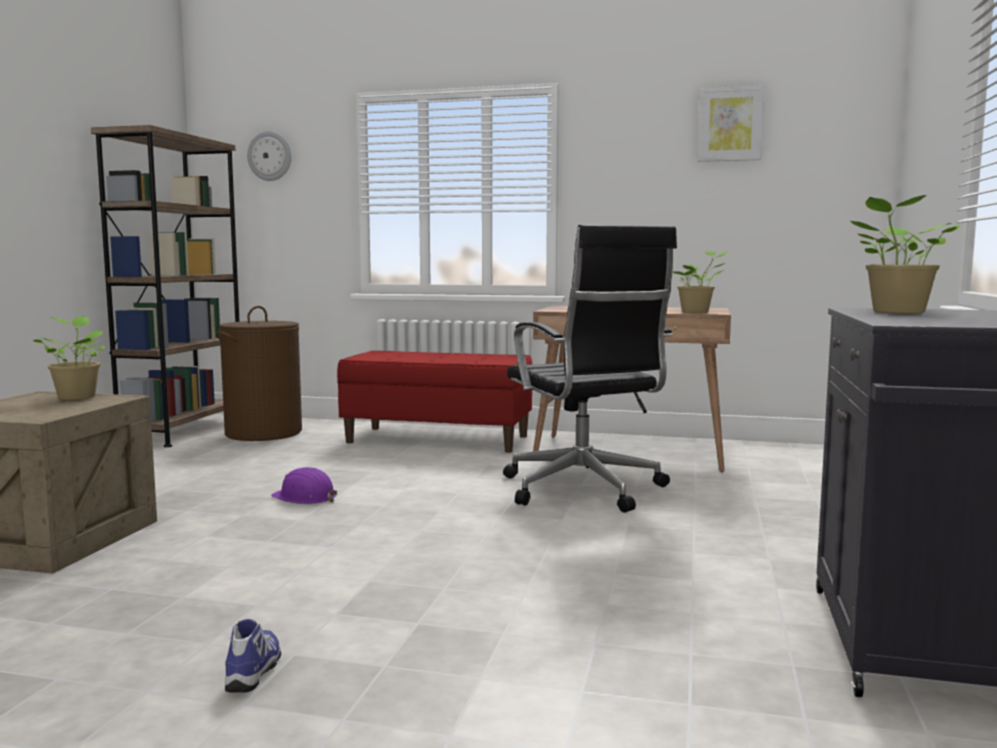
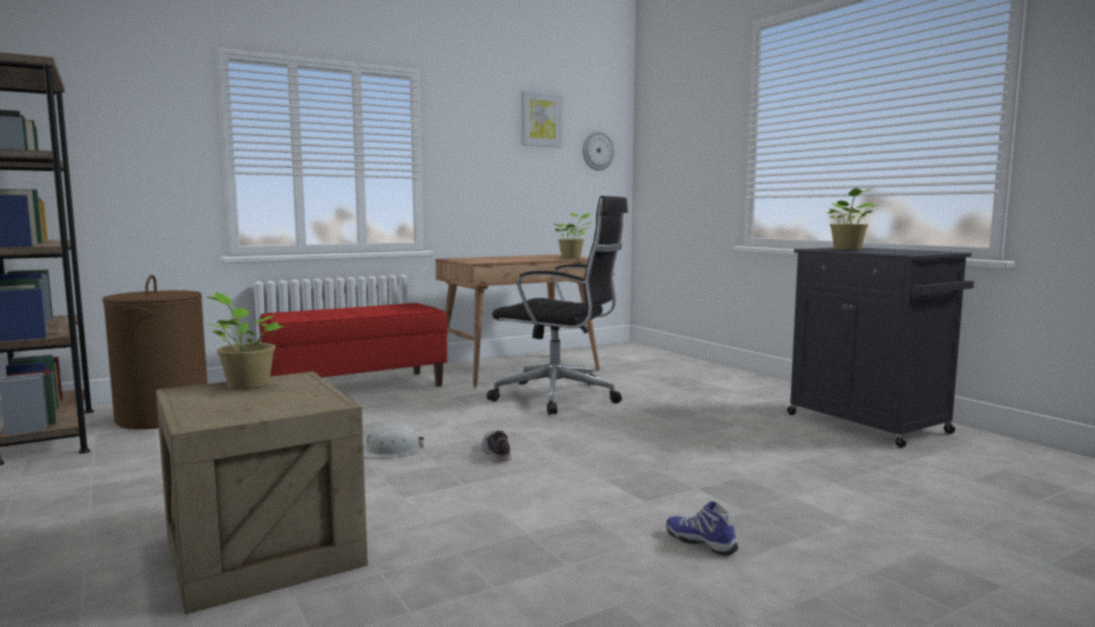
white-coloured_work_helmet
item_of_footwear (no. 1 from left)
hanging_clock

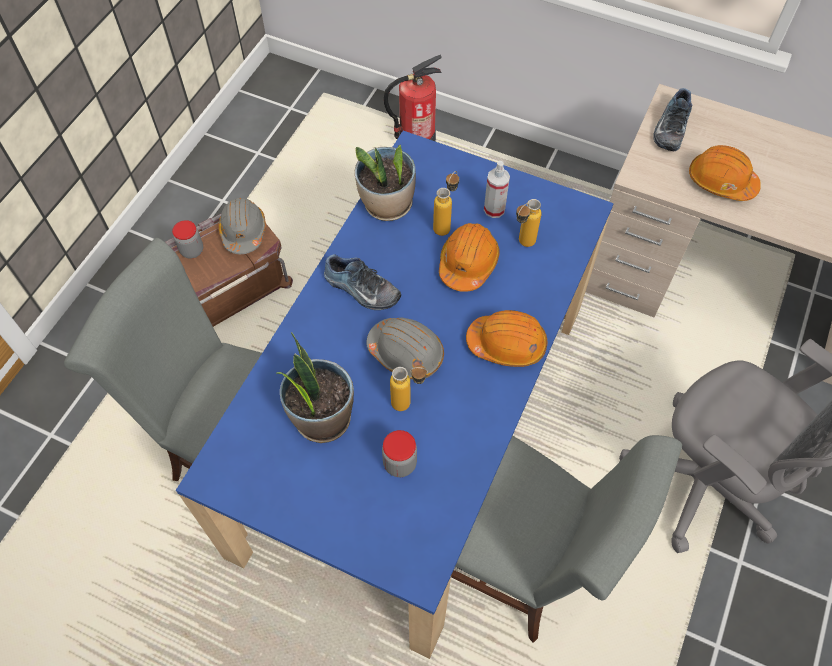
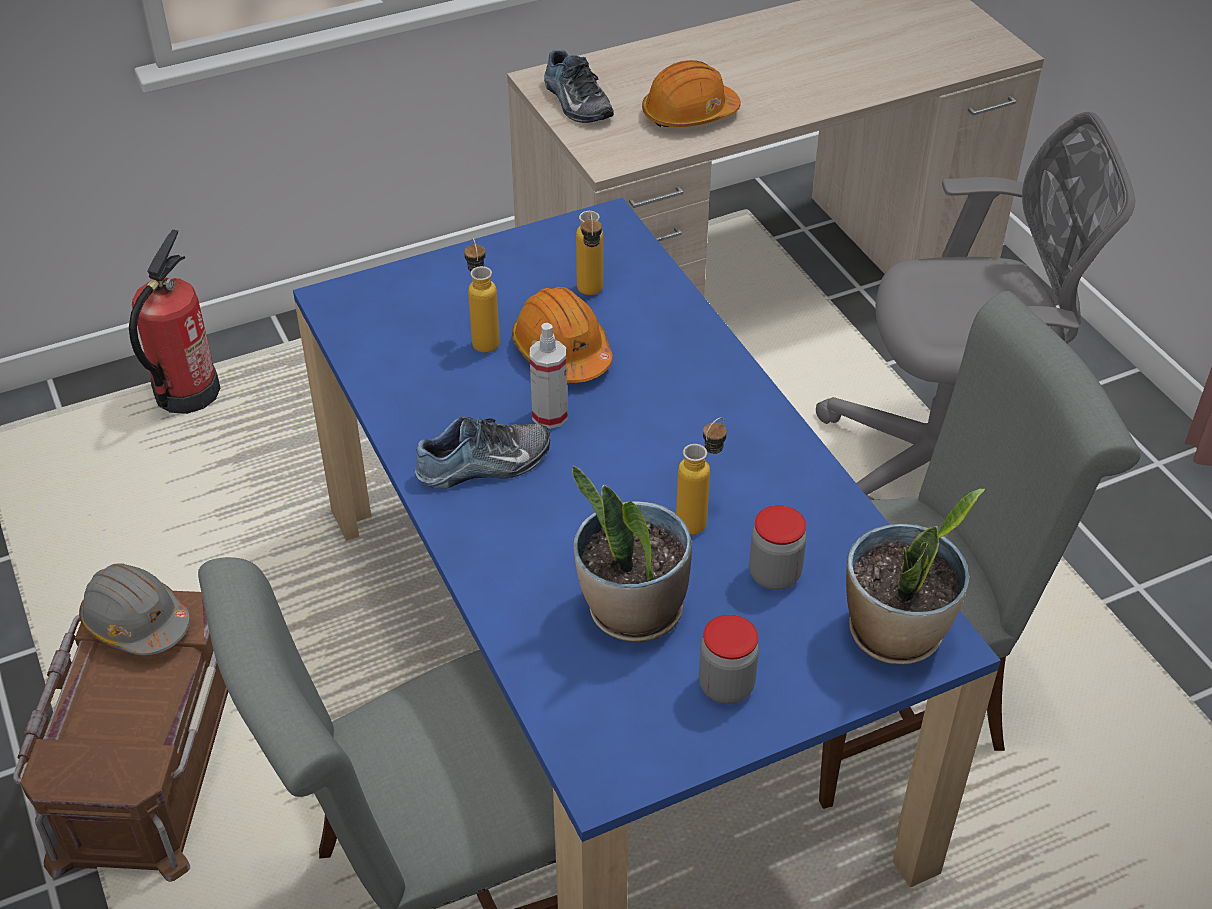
sprayer
preserve_jar (no. 1 from left)
plant_in_a_pot (no. 2 from left)
grey_work_helmet (no. 2 from left in the first image)
orangey_work_helmet (no. 2 from left in the first image)

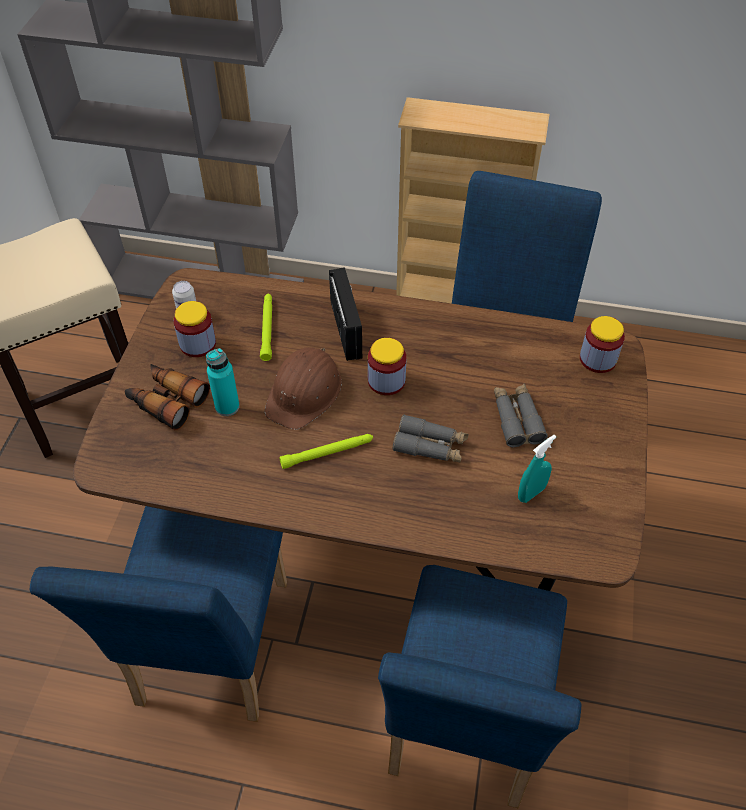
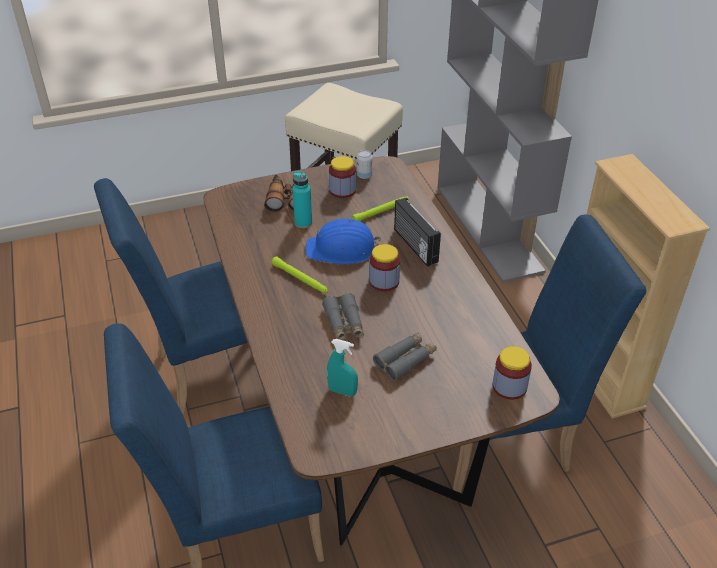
blue-coloured_work_helmet
radio_receiver

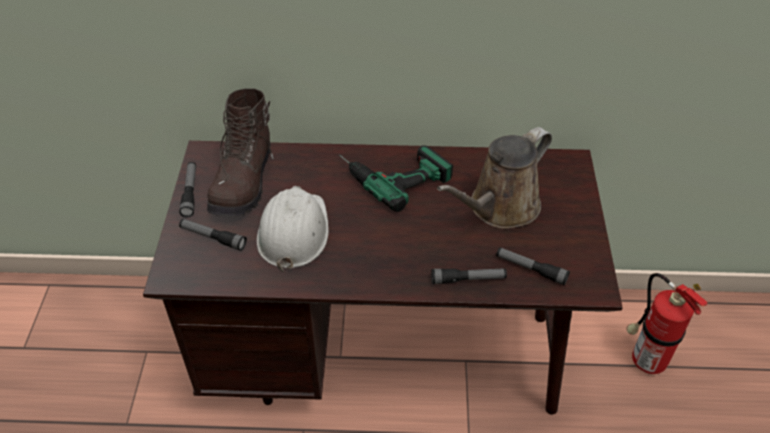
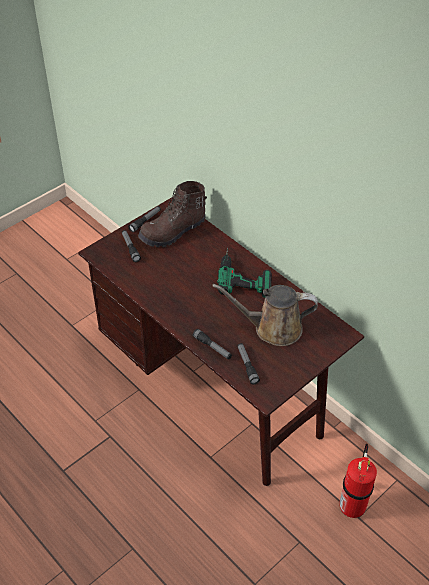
white-coloured_work_helmet

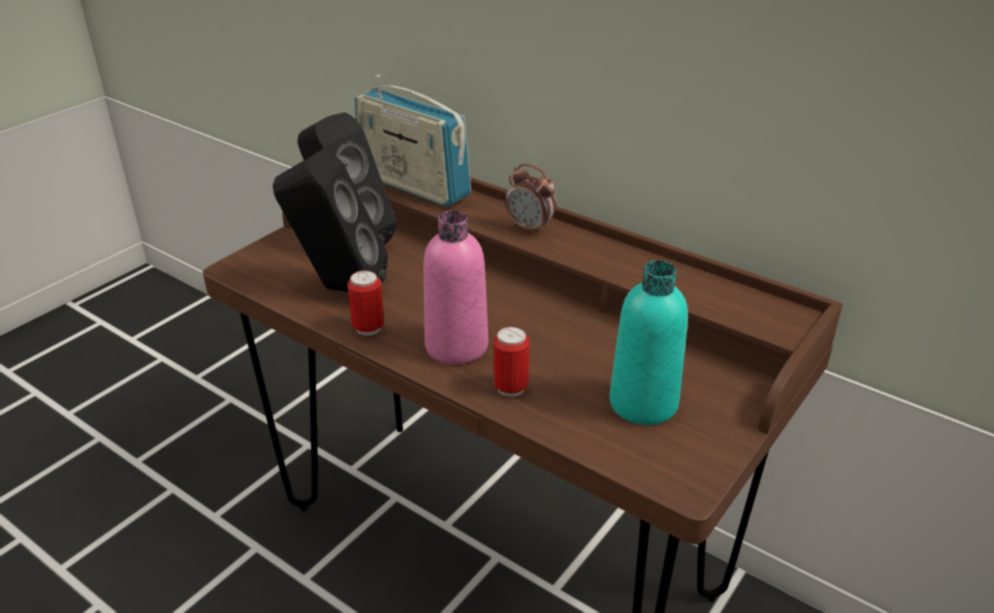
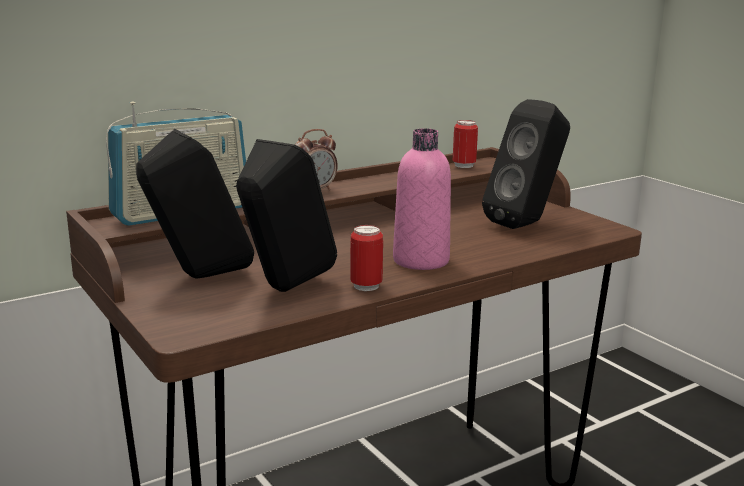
can (no. 2 from left)
black-coloured_speaker (no. 3 from left)

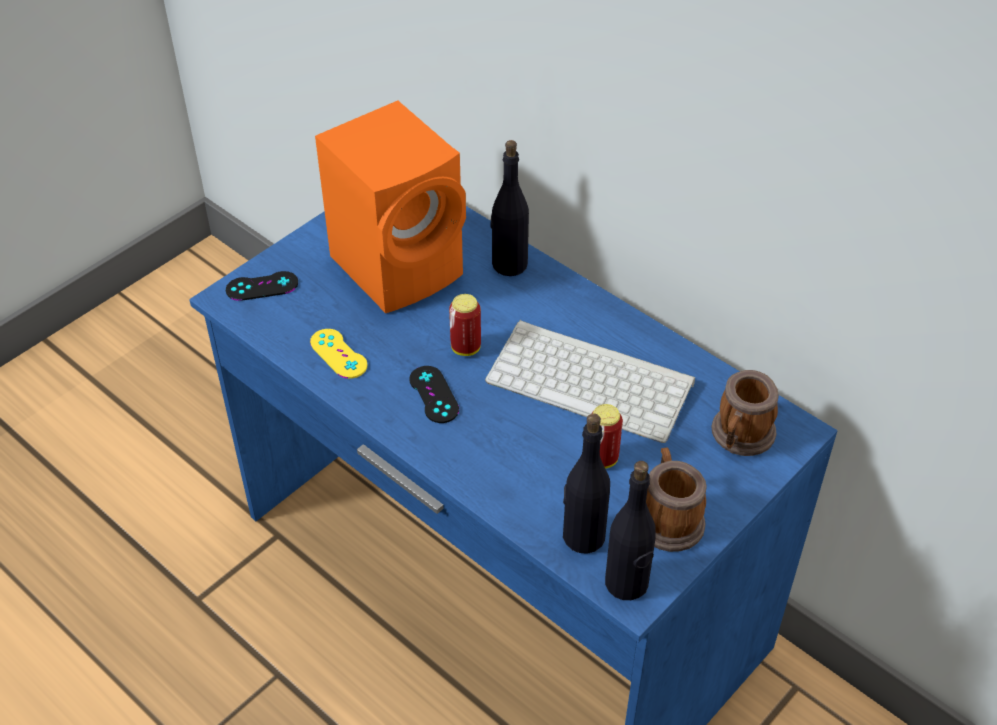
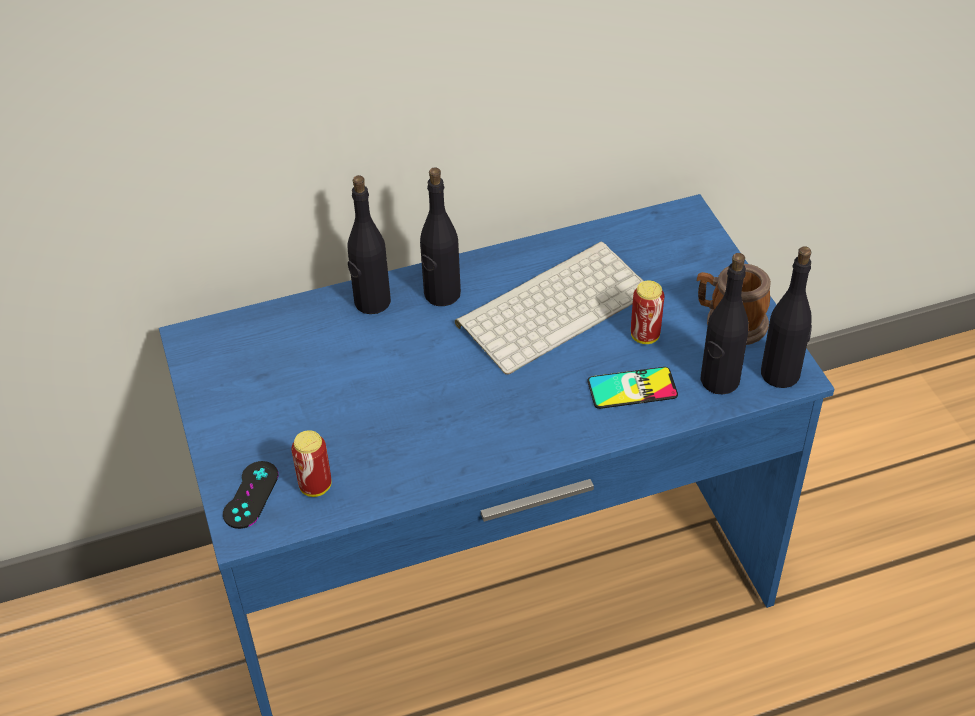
can (no. 1 from left)
black-coloured_bottle (no. 2 from left)
telephone
yellow-coloured_joypad
orangey_speaker
black-coloured_joypad (no. 2 from left in the first image)
mug (no. 2 from left in the first image)

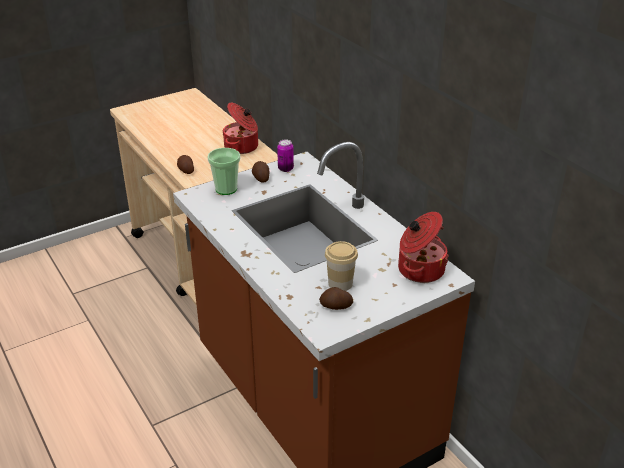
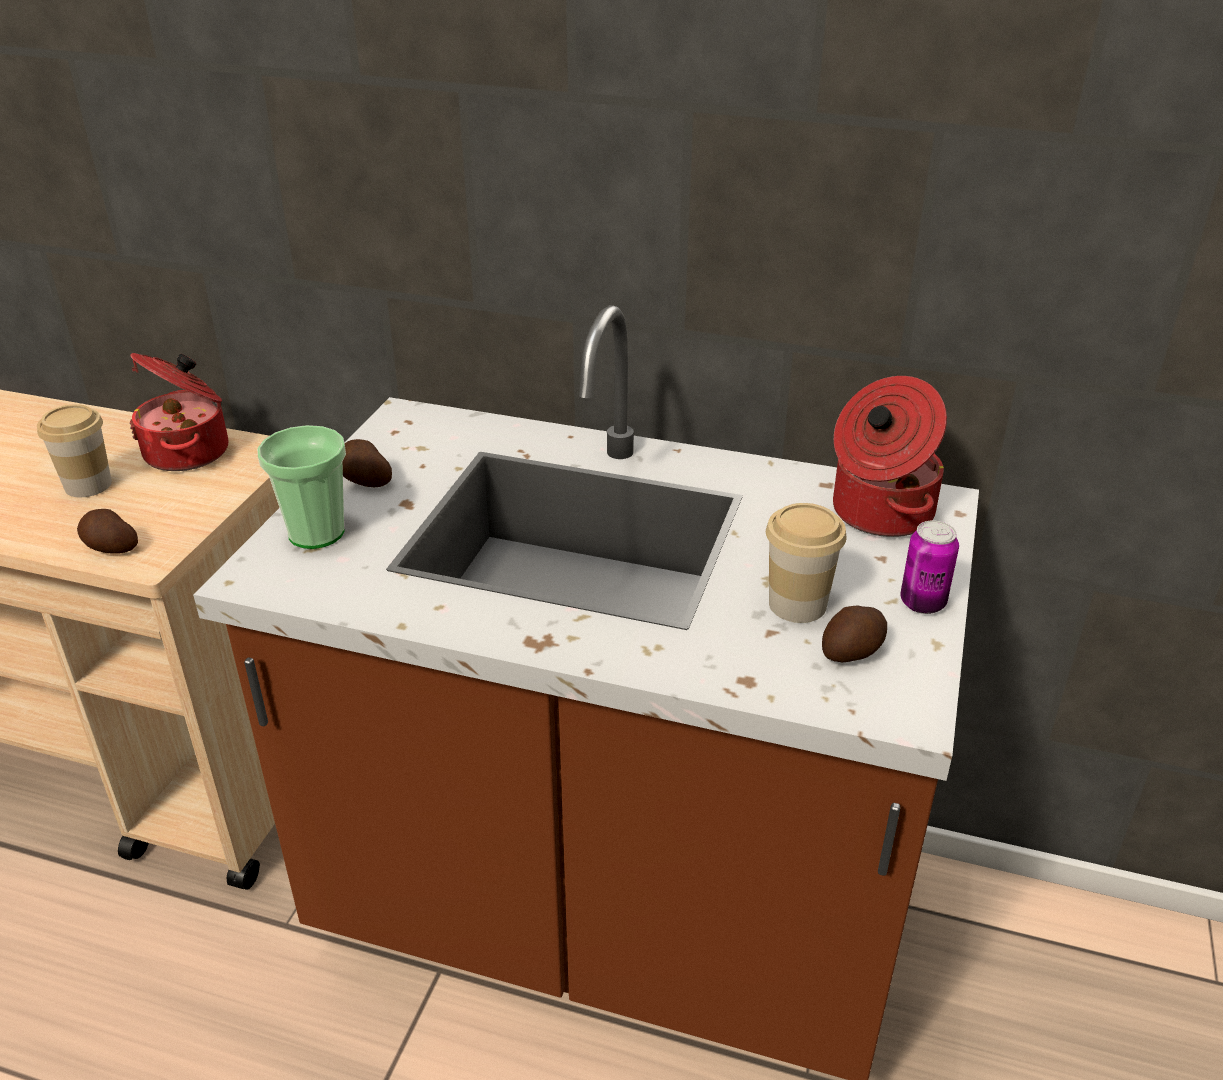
small_cup (no. 1 from left)
can

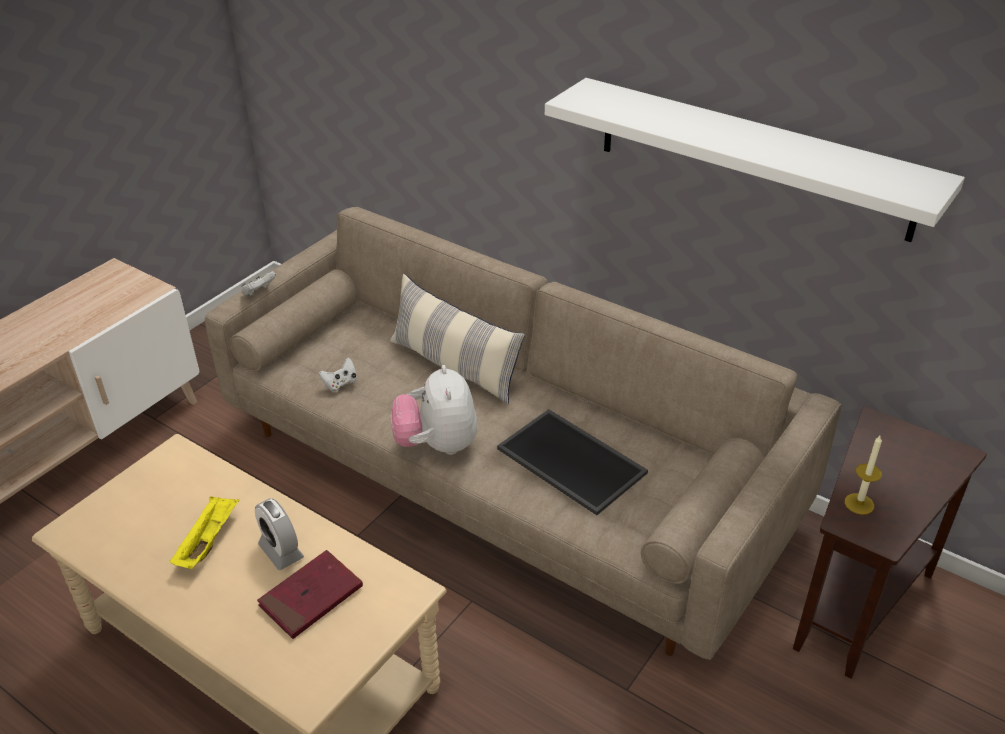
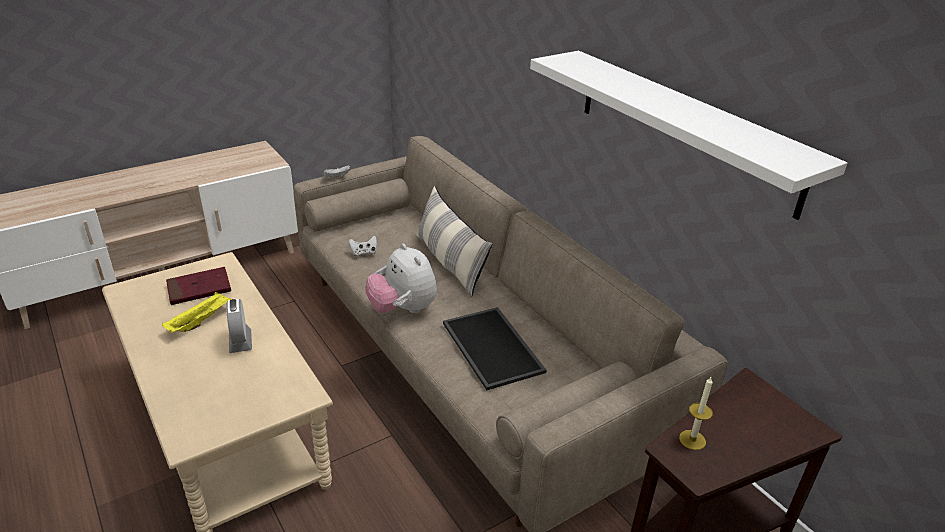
red-coloured_volume
cuddly_toy

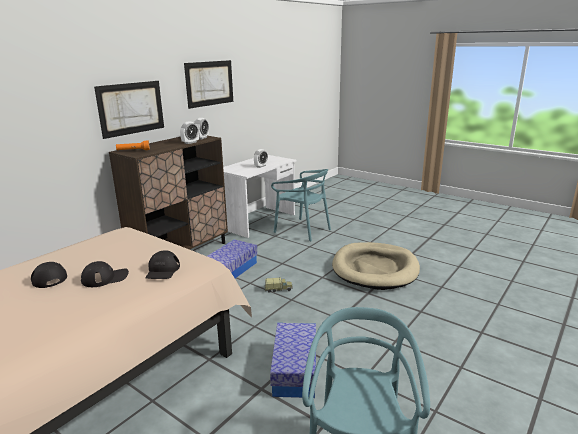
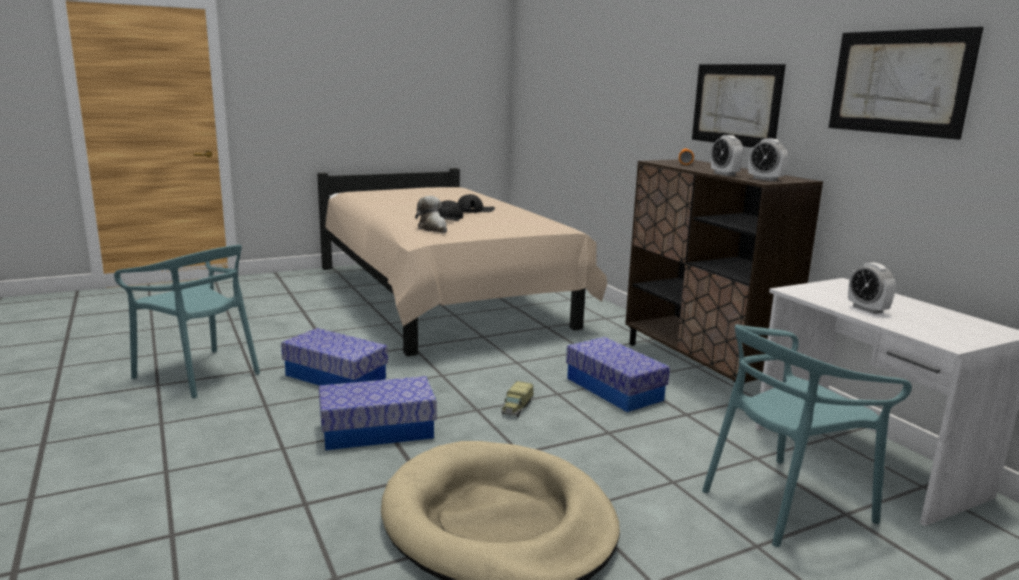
storage_box (no. 2 from left)
cuddly_toy

